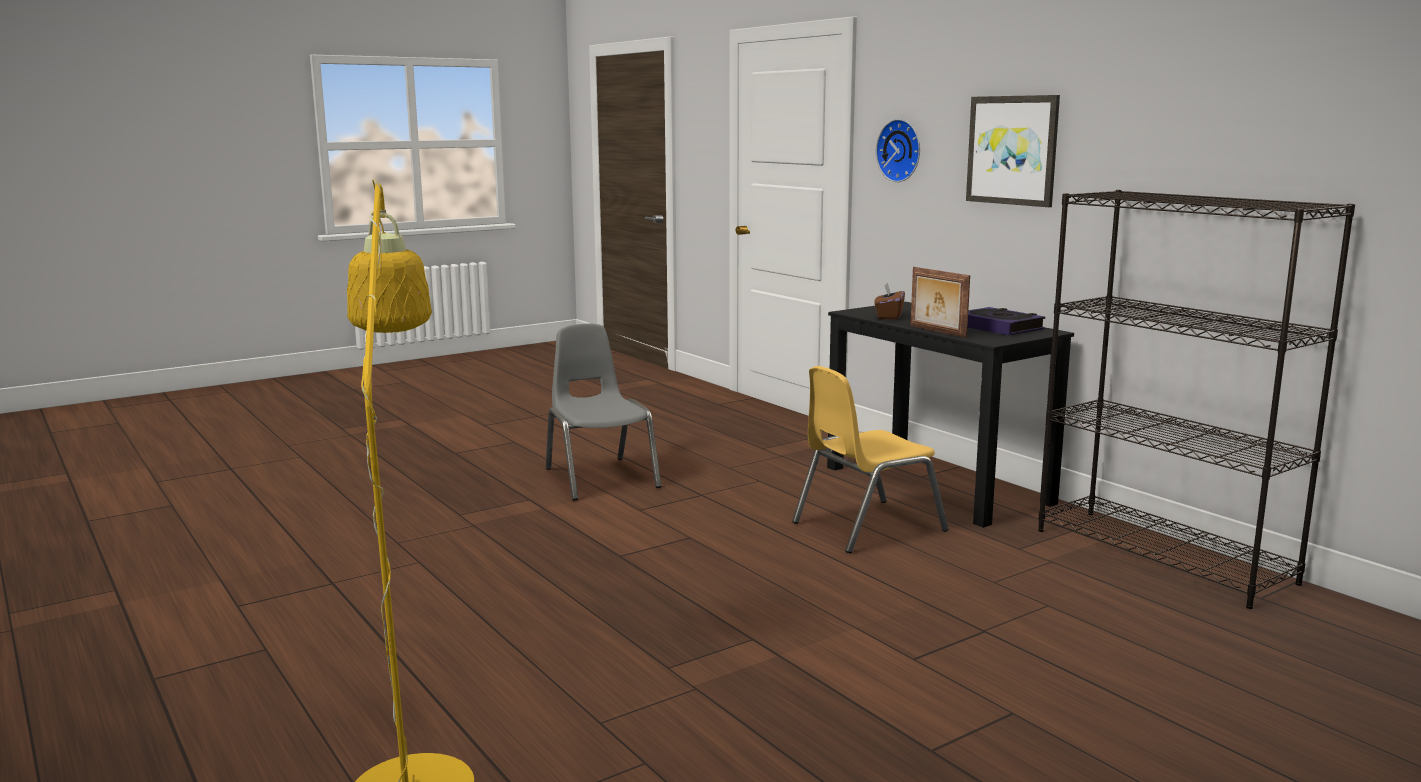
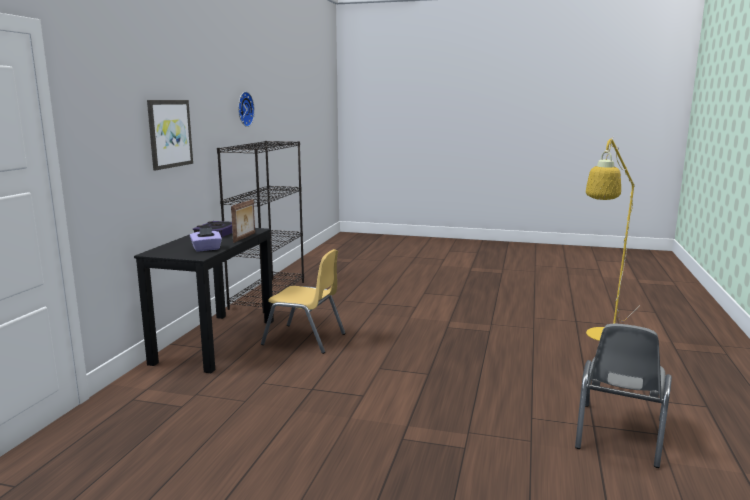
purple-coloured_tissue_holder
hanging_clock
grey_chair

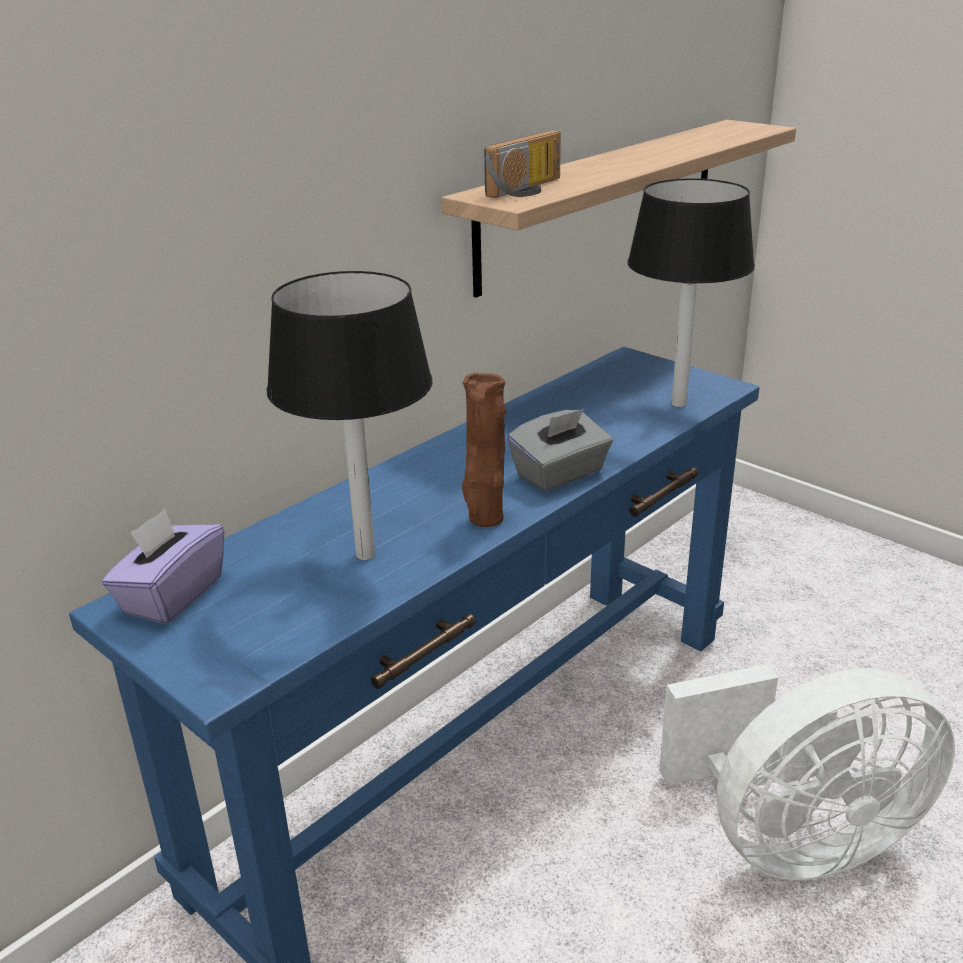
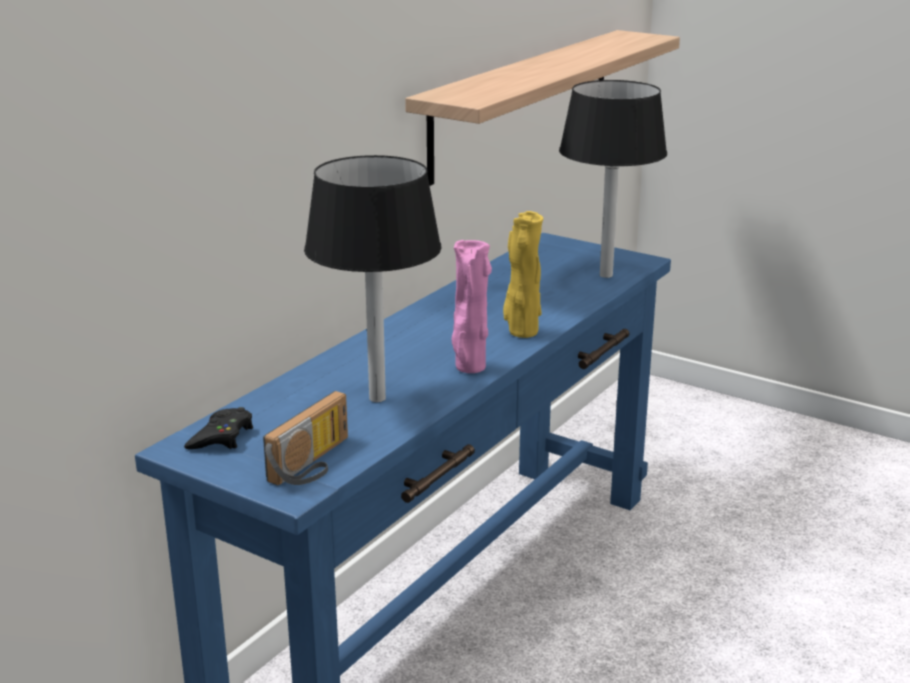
black-coloured_joypad
radio_receiver
pink-coloured_decorative_vase
yellow-coloured_decorative_vase
white-coloured_fan

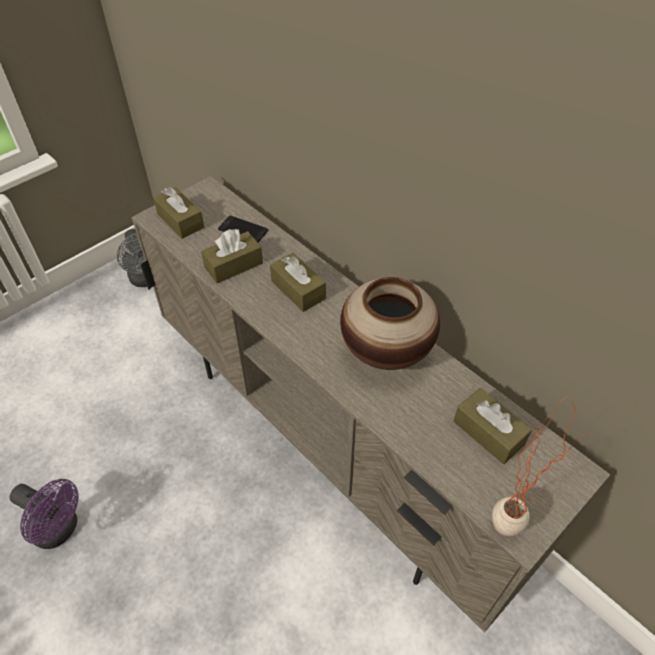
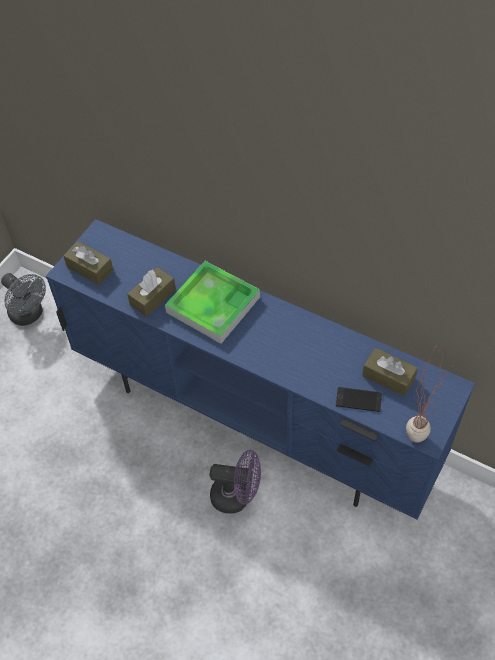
blue-coloured_tv_stand
carrying_tray
purple-coloured_fan
telephone
decorative_vase

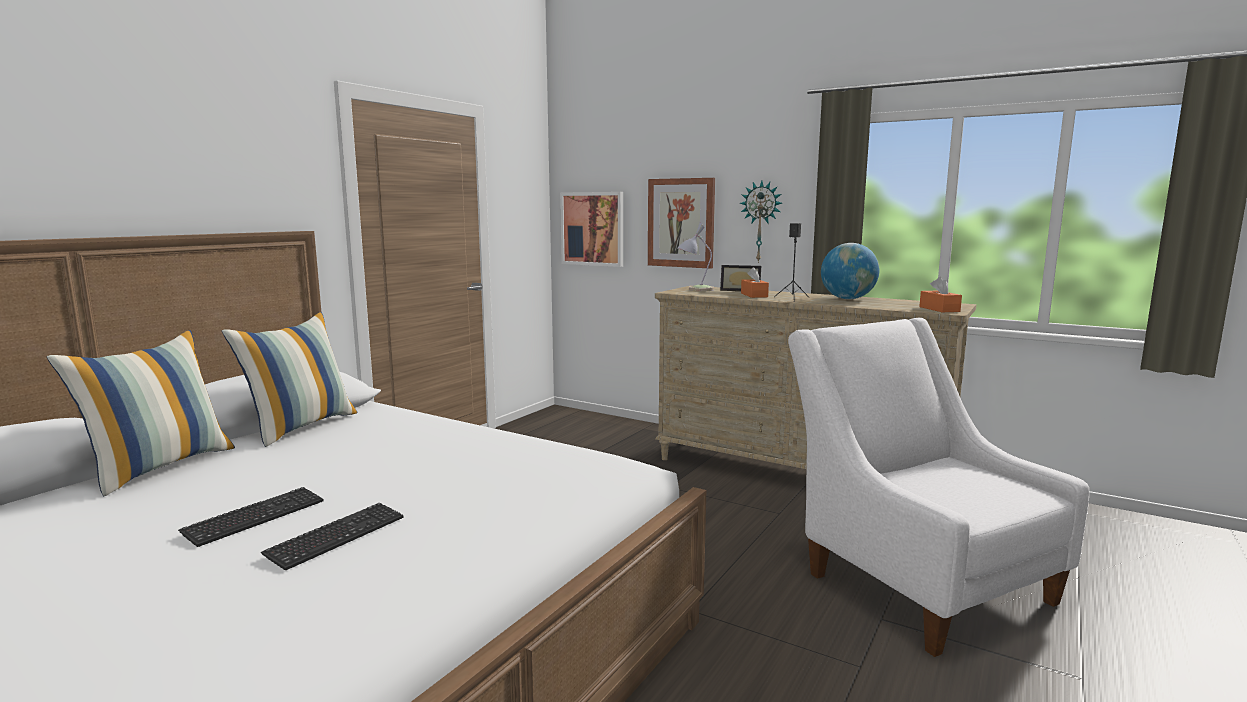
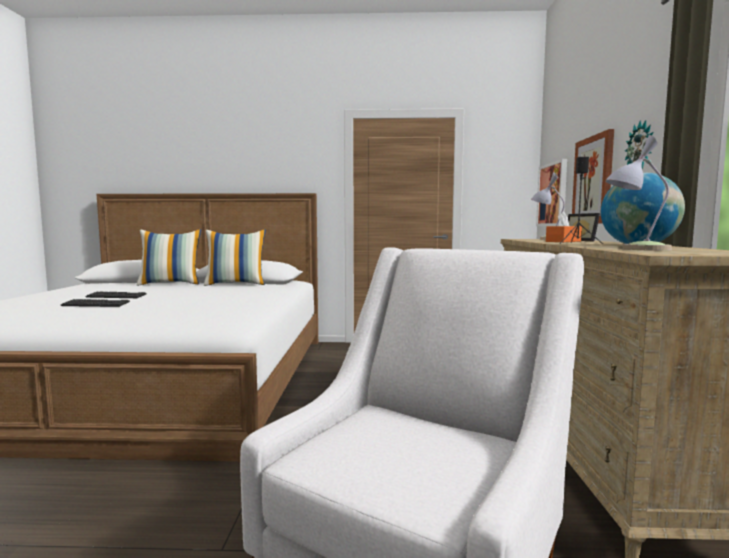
lamp_for_a_table (no. 2 from left)
orangey_tissue_holder (no. 2 from left in the first image)

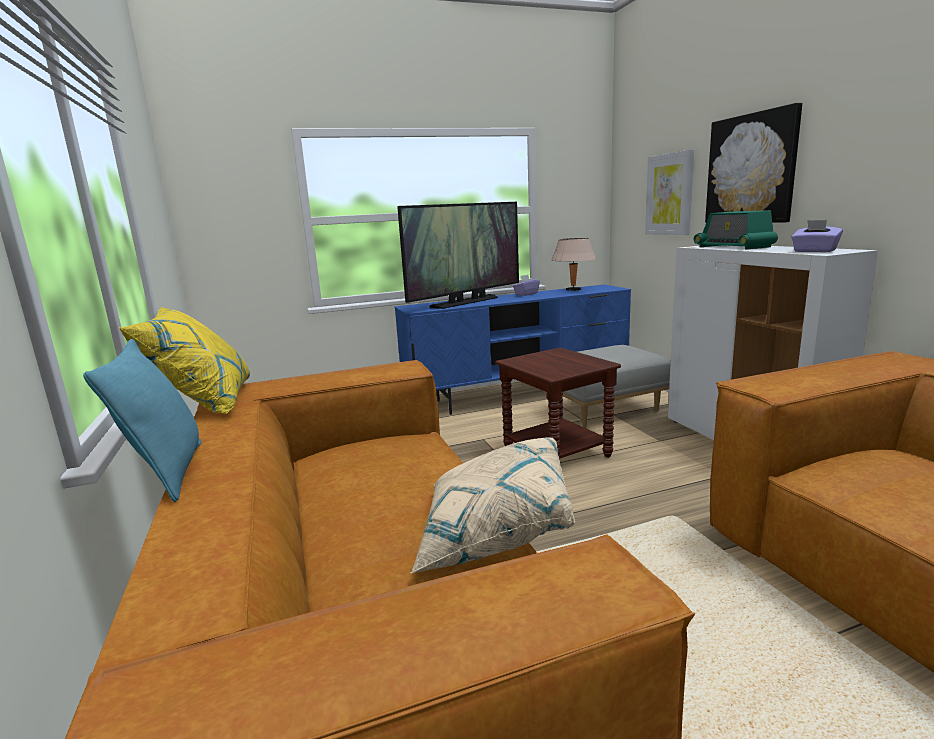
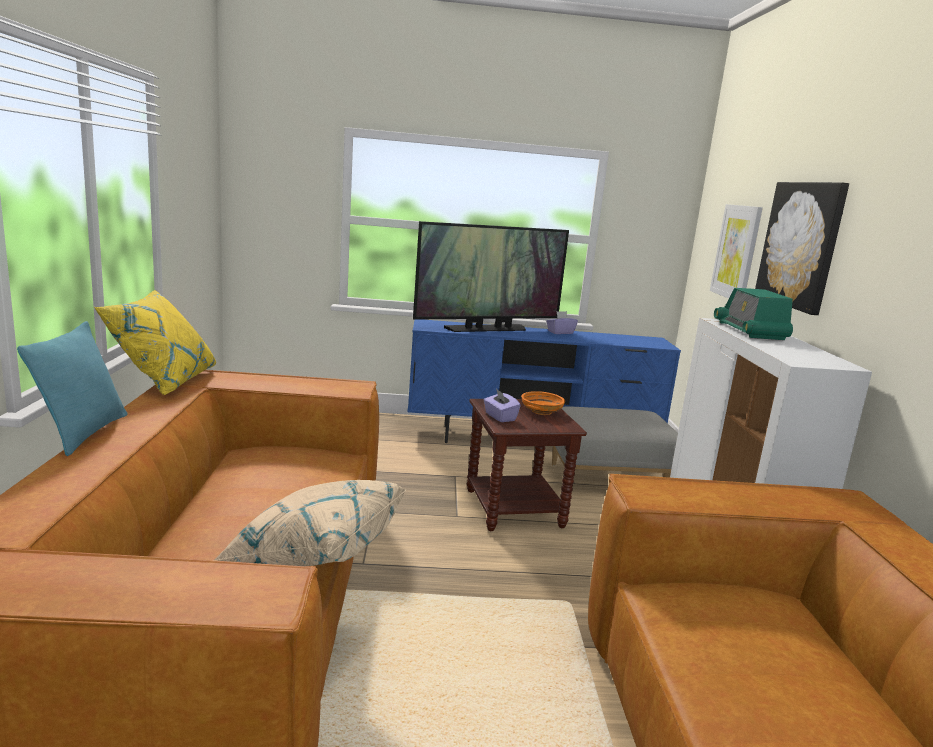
purple-coloured_tissue_holder (no. 1 from left)
orangey_deep_dish
beige-coloured_lamp_for_a_table

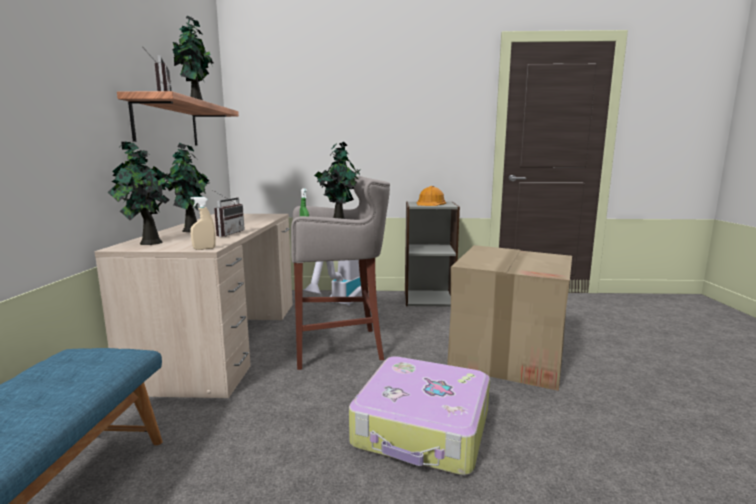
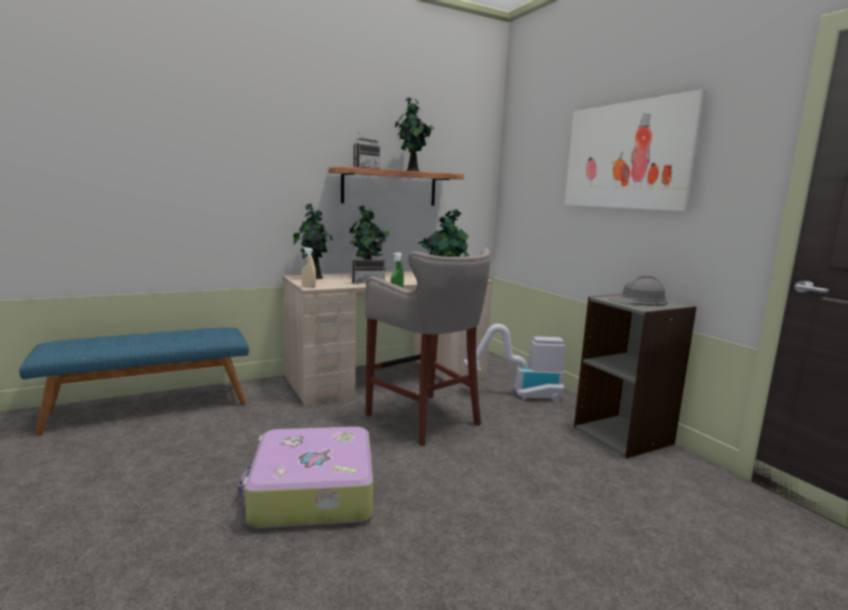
wall_art
grey_work_helmet
carton

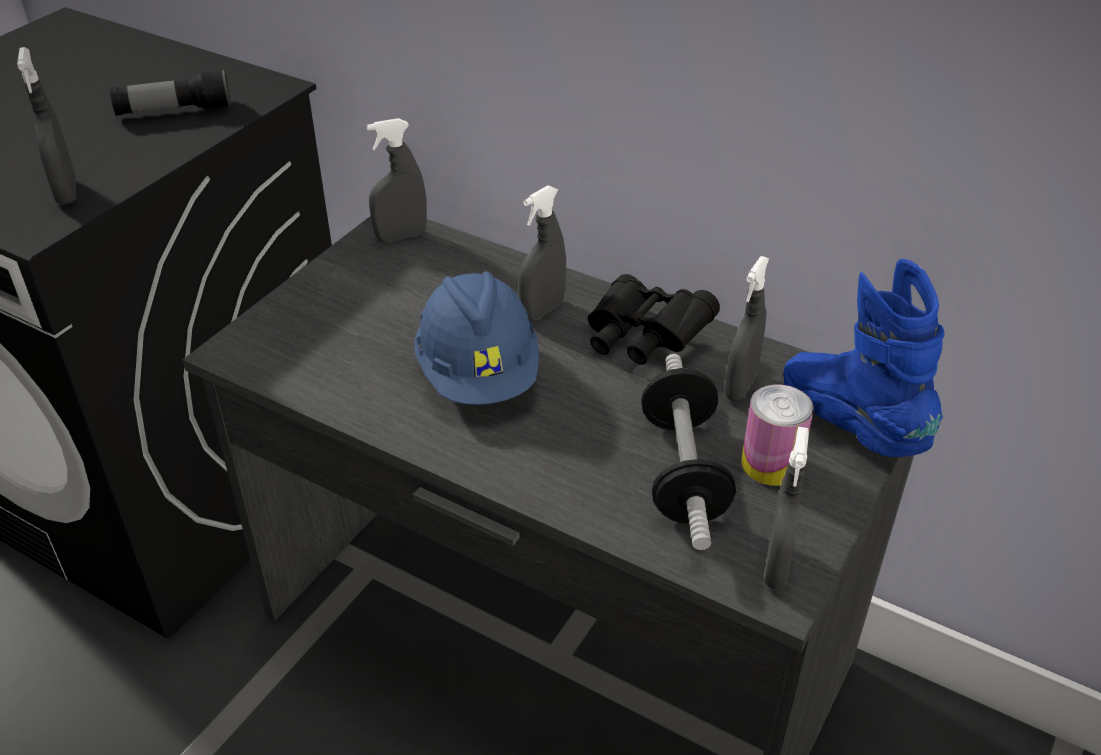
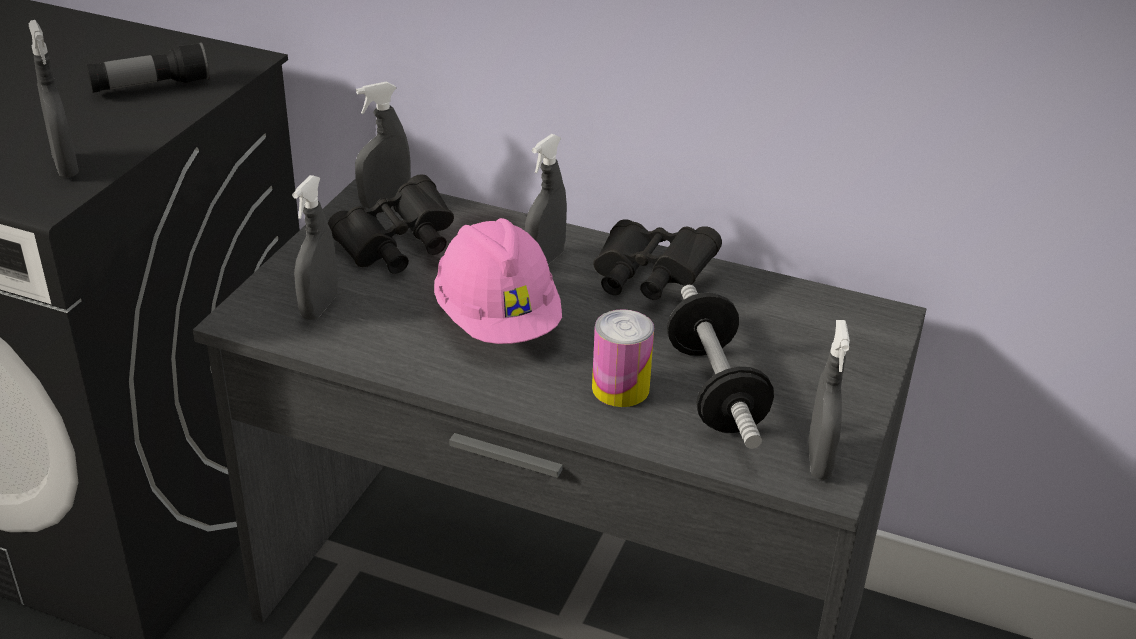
grey_sprayer (no. 2 from left)
black-coloured_binoculars (no. 1 from left)
pink-coloured_work_helmet
can
blue-coloured_boot

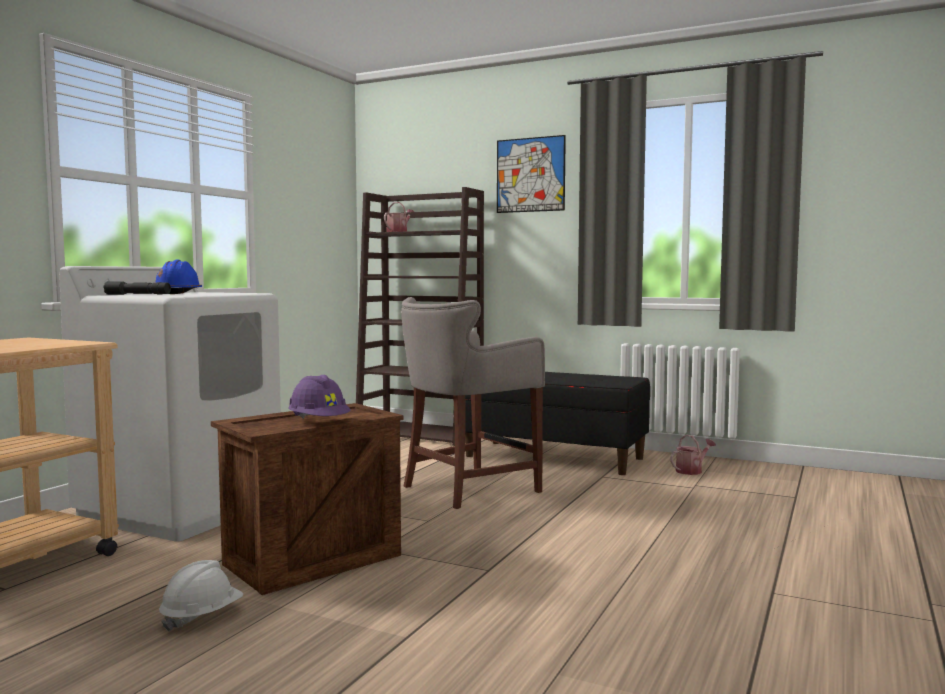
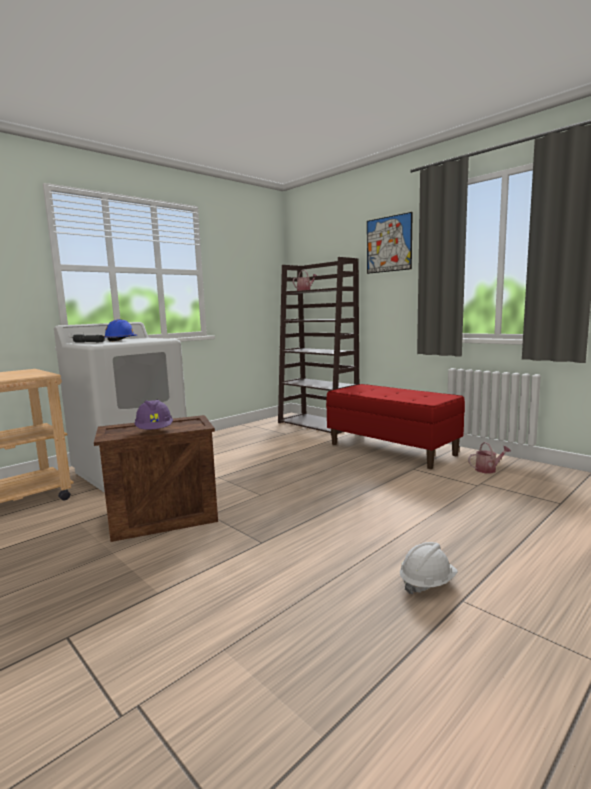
red-coloured_long_seat
white-coloured_work_helmet
grey_stool

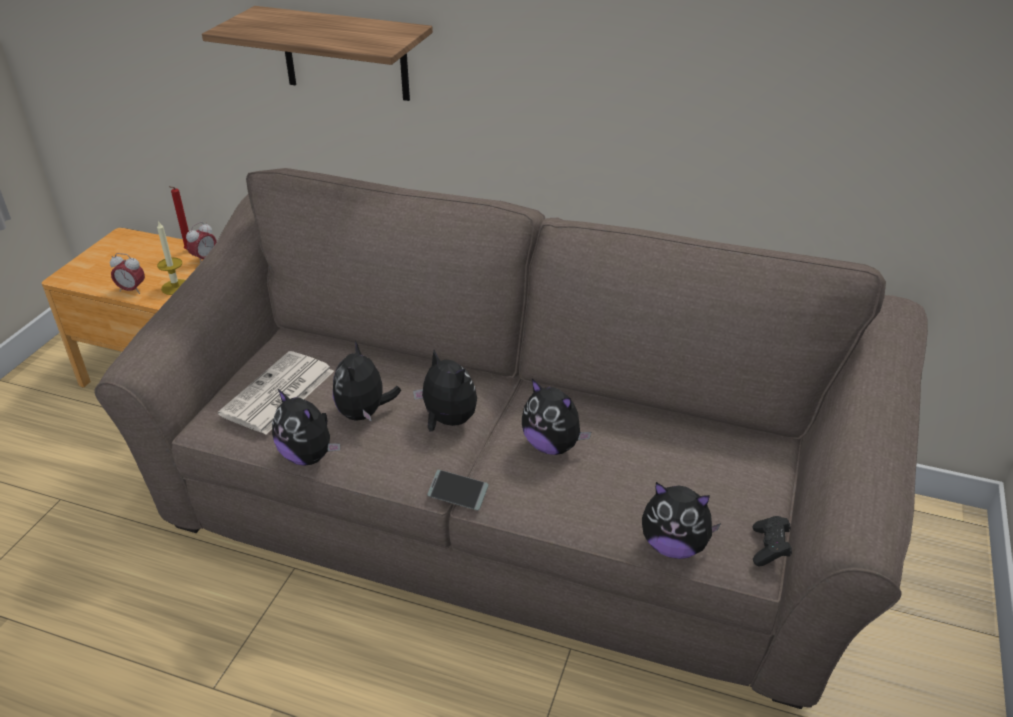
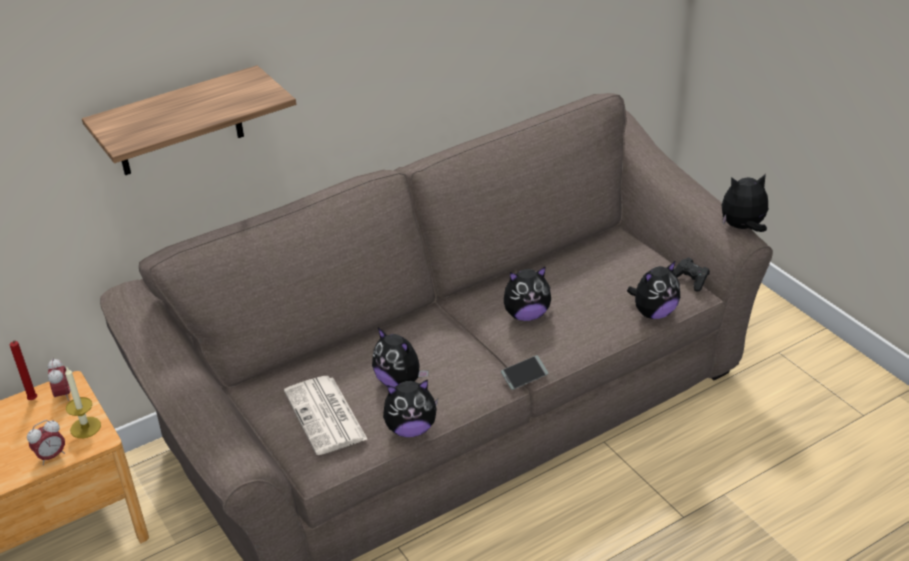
cuddly_toy (no. 5 from left)

